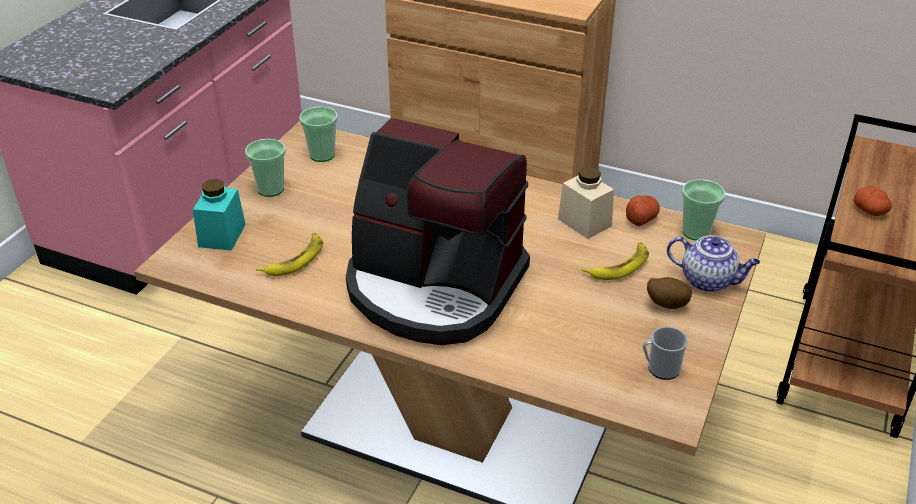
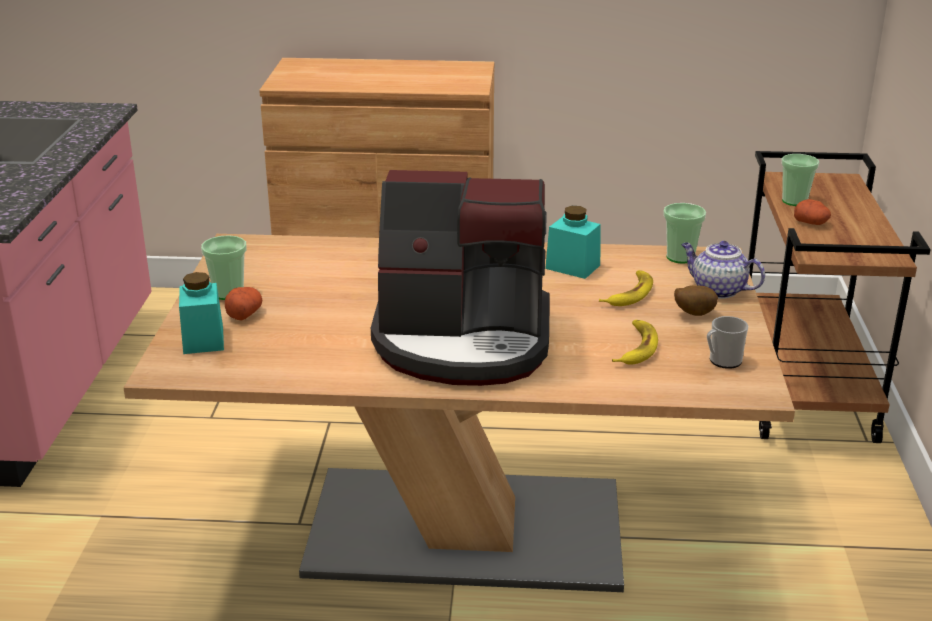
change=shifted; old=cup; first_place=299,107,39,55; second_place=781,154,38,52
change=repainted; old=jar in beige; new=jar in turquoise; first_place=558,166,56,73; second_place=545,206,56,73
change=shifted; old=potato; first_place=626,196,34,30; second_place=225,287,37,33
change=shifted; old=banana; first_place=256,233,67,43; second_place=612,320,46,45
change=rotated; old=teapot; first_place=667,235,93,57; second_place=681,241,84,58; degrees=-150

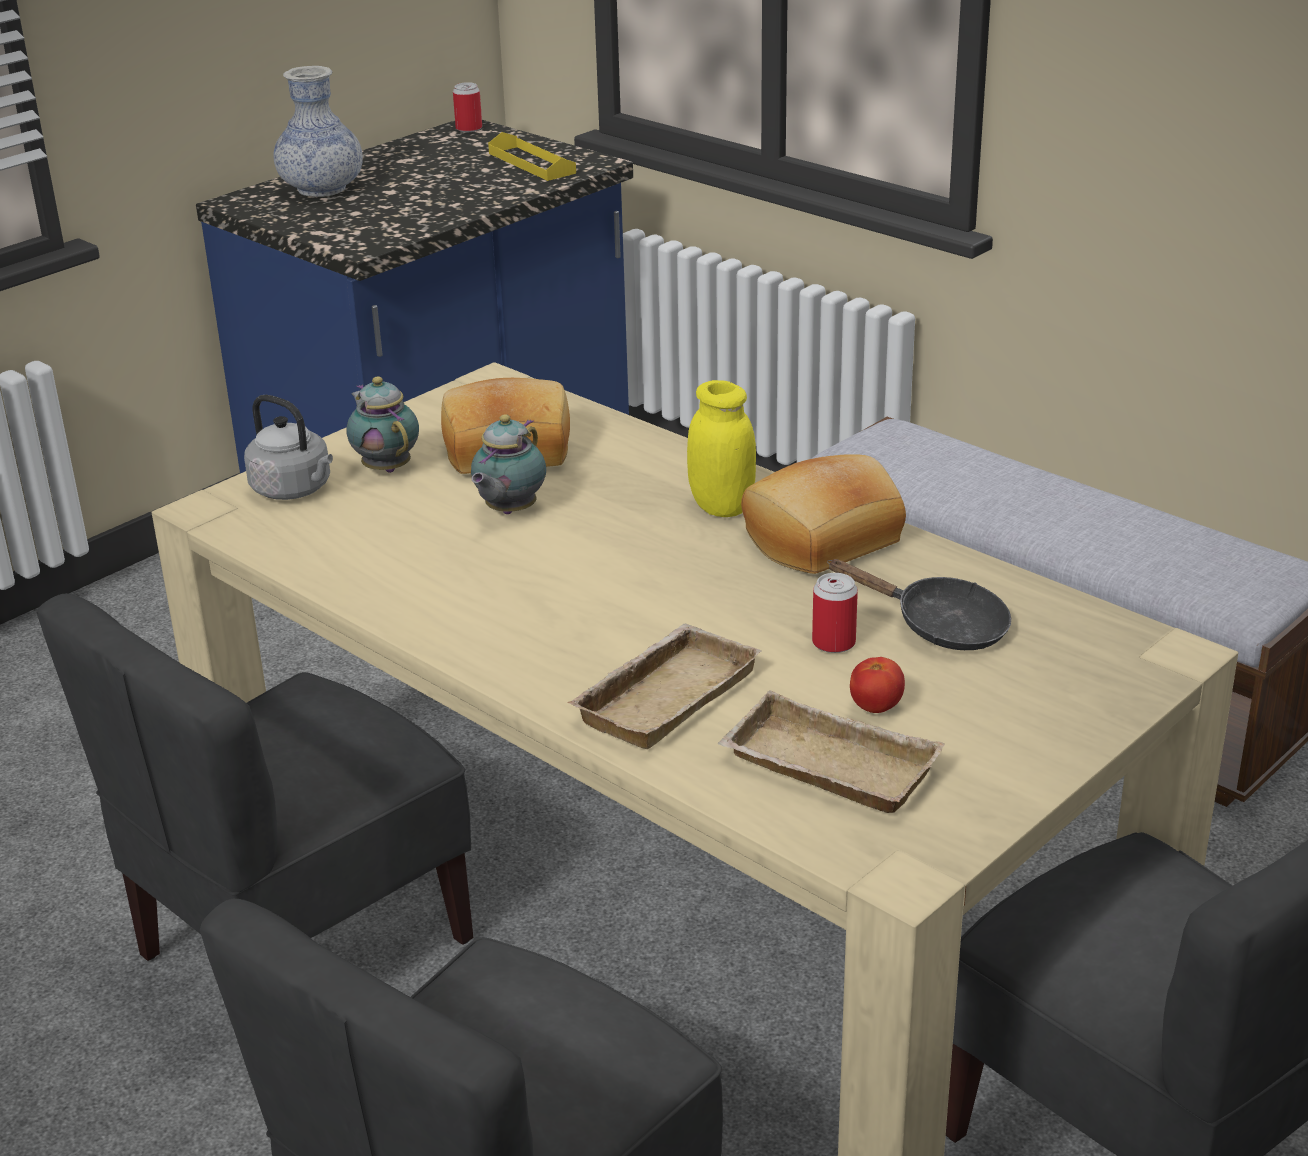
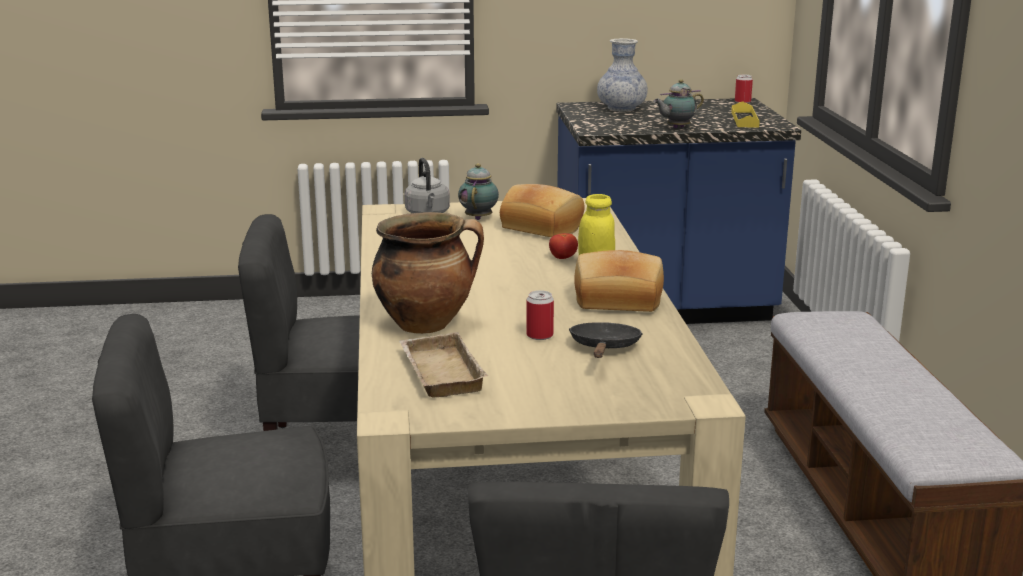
change=shifted; old=teapot; first_place=471,414,75,100; second_place=654,79,50,49
change=rotated; old=frying pan in black; first_place=827,559,184,91; second_place=569,322,74,36; degrees=-150
change=swapped; old=tray in beige; new=cooking pot; first_place=567,623,194,126; second_place=372,212,112,122
change=shifted; old=tomato; first_place=850,657,55,56; second_place=549,233,29,26

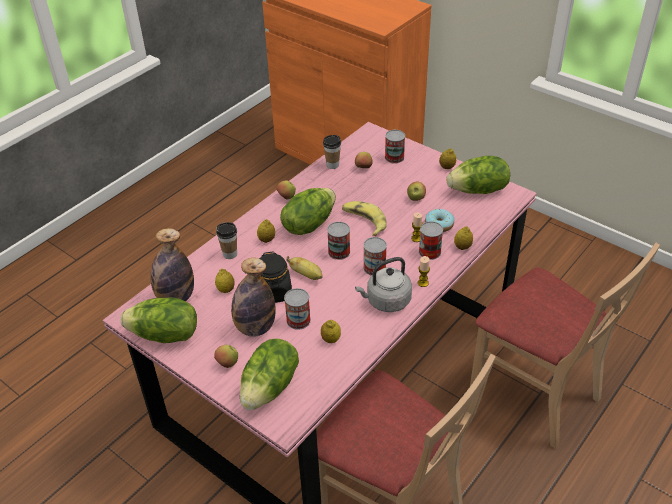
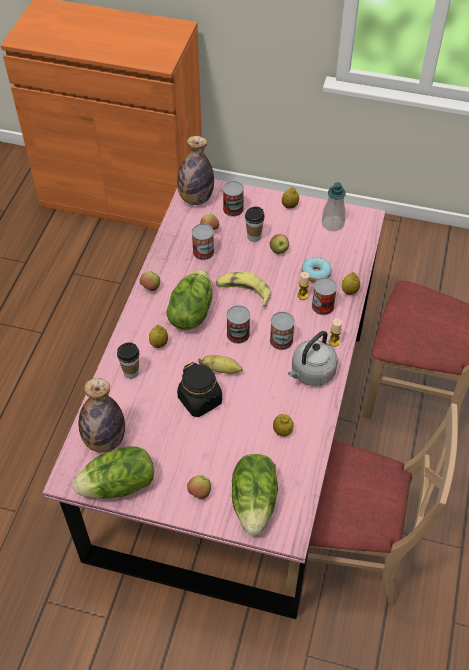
change=shifted; old=cup; first_place=323,135,18,34; second_place=245,207,20,35
change=swapped; old=lettuce; new=soap dispenser; first_place=447,156,63,38; second_place=322,182,24,49
change=shifted; old=bottle; first_place=231,258,45,79; second_place=177,136,37,69
change=gone; old=lemon; first_place=215,269,20,24
change=shifted; old=can; first_place=284,288,27,42; second_place=192,224,22,36

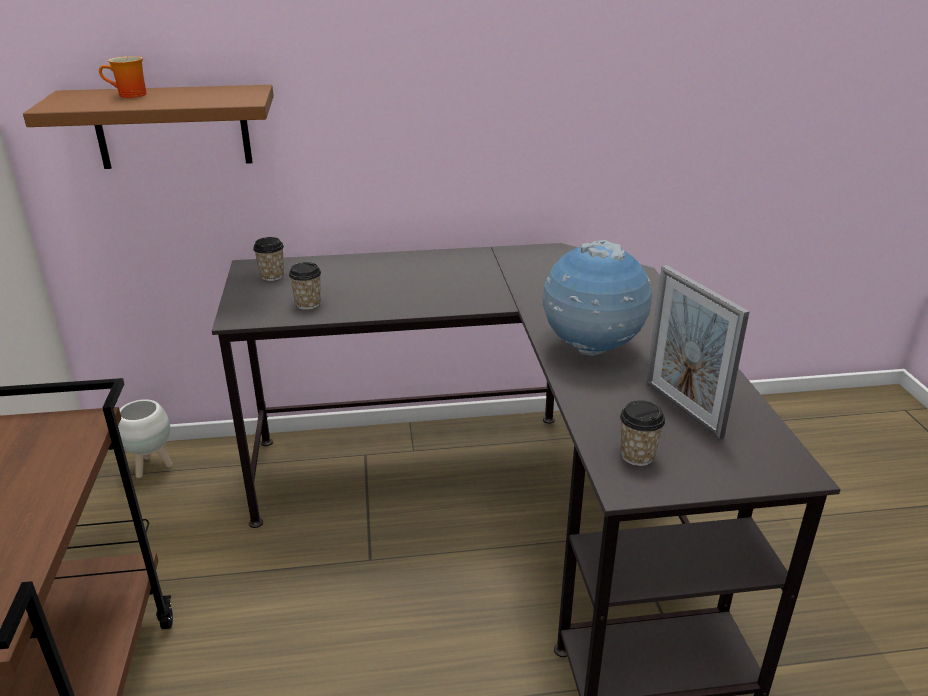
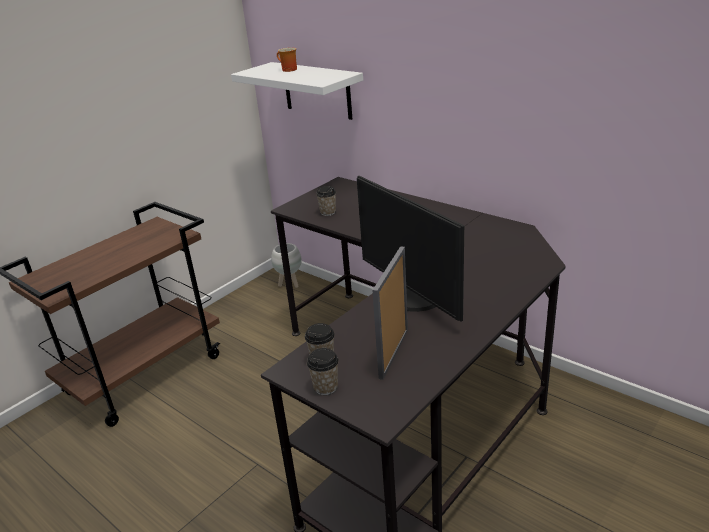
change=repainted; old=shelf in brown; new=shelf in white; first_place=23,85,251,84; second_place=231,62,132,58
change=shifted; old=cup; first_place=253,237,31,44; second_place=307,348,32,47
change=swapped; old=globe; new=monitor; first_place=543,240,109,116; second_place=357,176,107,146

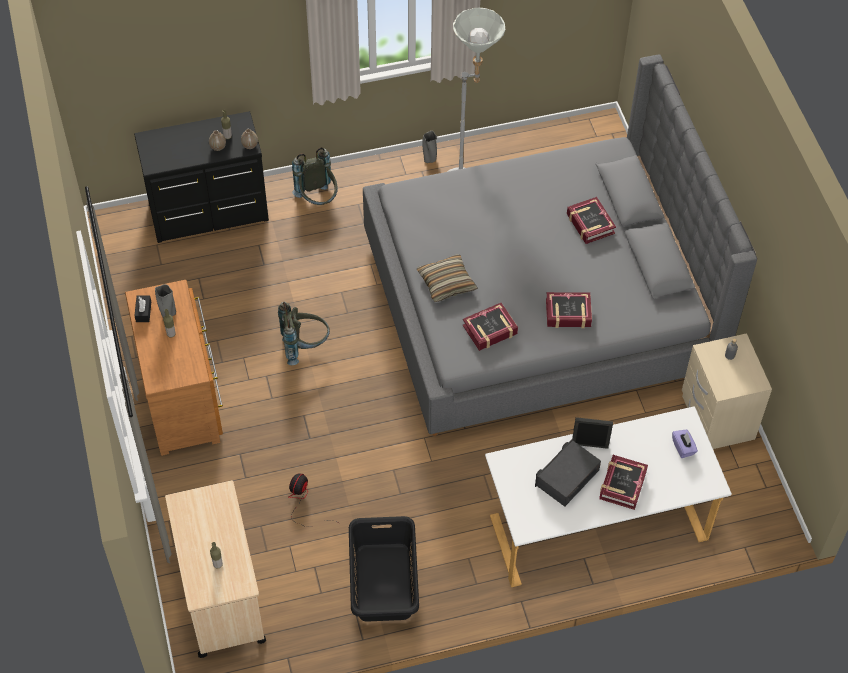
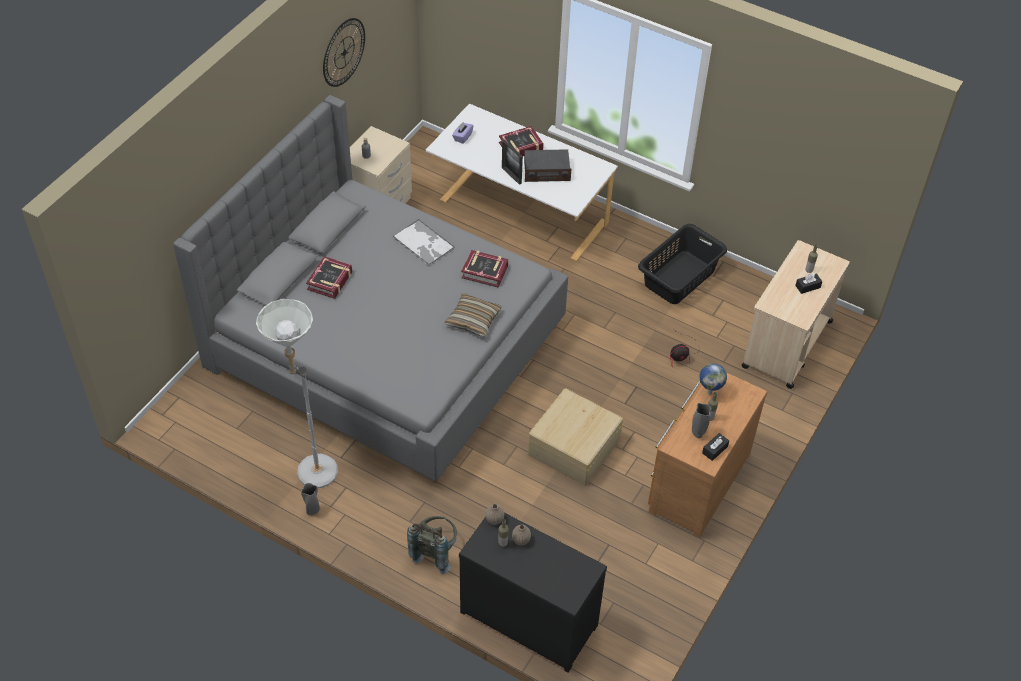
change=swapped; old=book; new=tray; first_place=546,292,46,36; second_place=393,219,62,47
change=swapped; old=backpack in grey; new=storage box in beige; first_place=278,302,52,63; second_place=528,388,95,98
change=new; new=wall clock; second_place=323,18,42,69
change=new; new=tissue box in black; second_place=795,273,27,21
change=new; new=globe; second_place=699,363,28,32

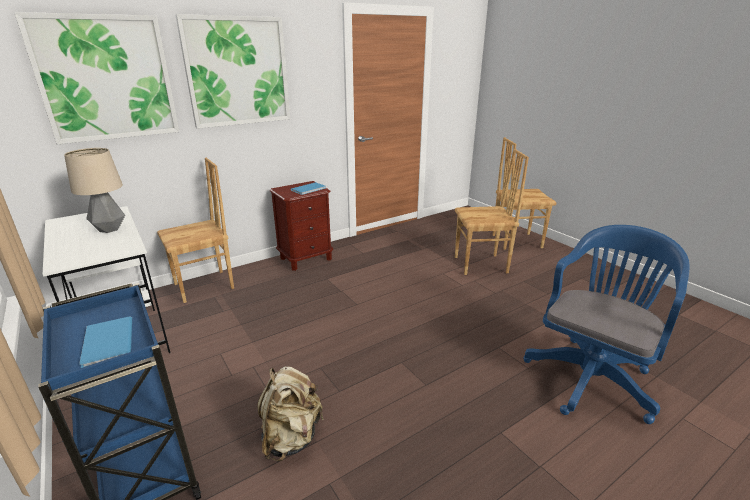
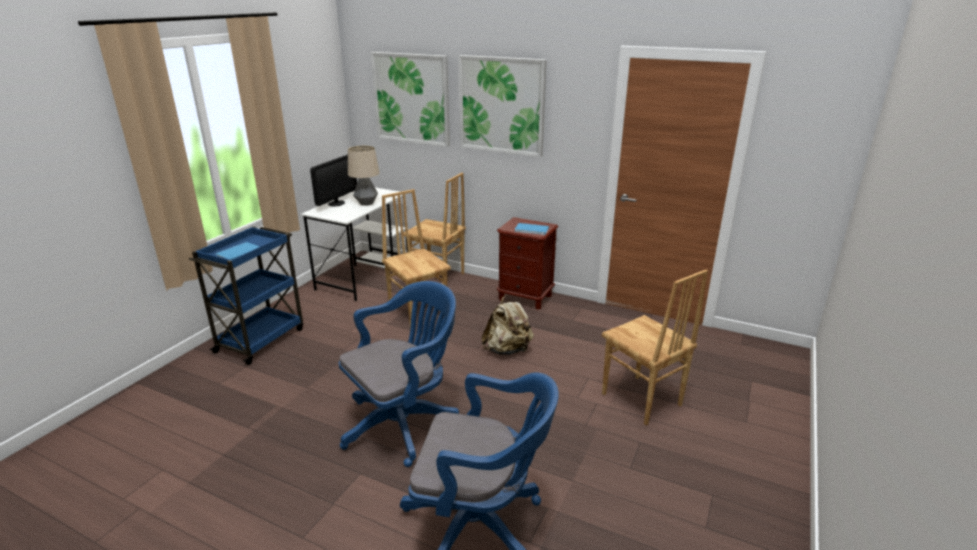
change=shifted; old=chair in brown; first_place=492,137,64,113; second_place=382,189,69,140
change=shifted; old=backpack in beige; first_place=257,366,67,96; second_place=481,295,53,60
change=new; new=monitor; second_place=310,154,47,53
change=new; new=office chair in blue; second_place=339,281,120,186

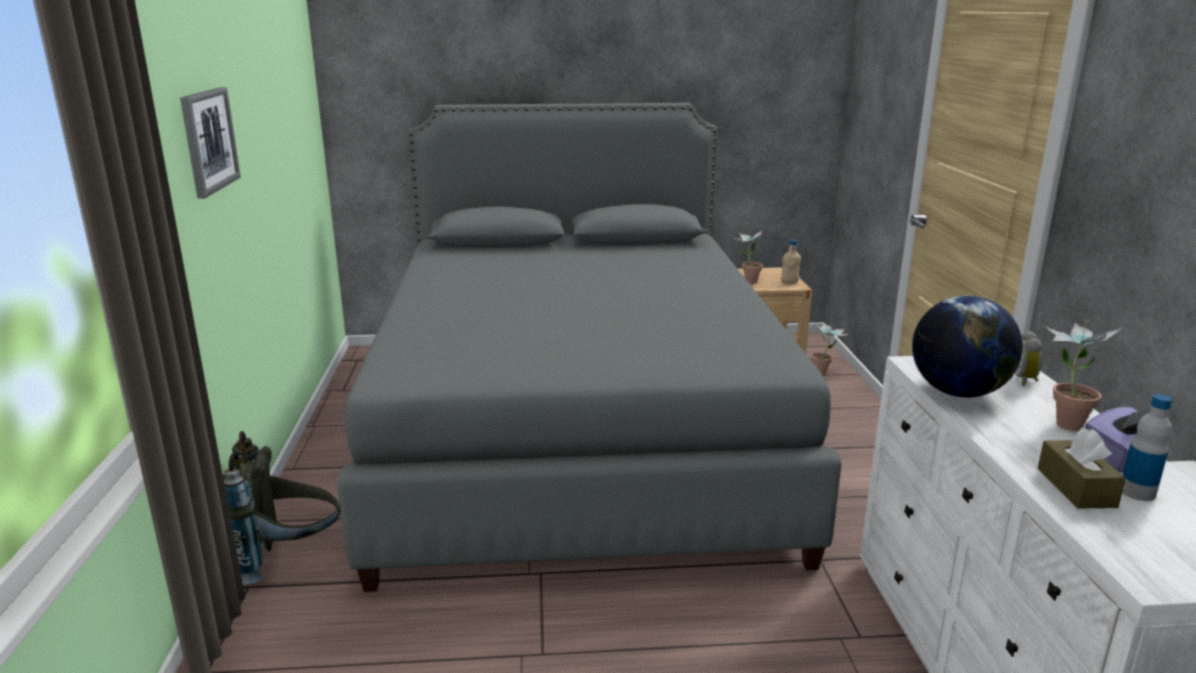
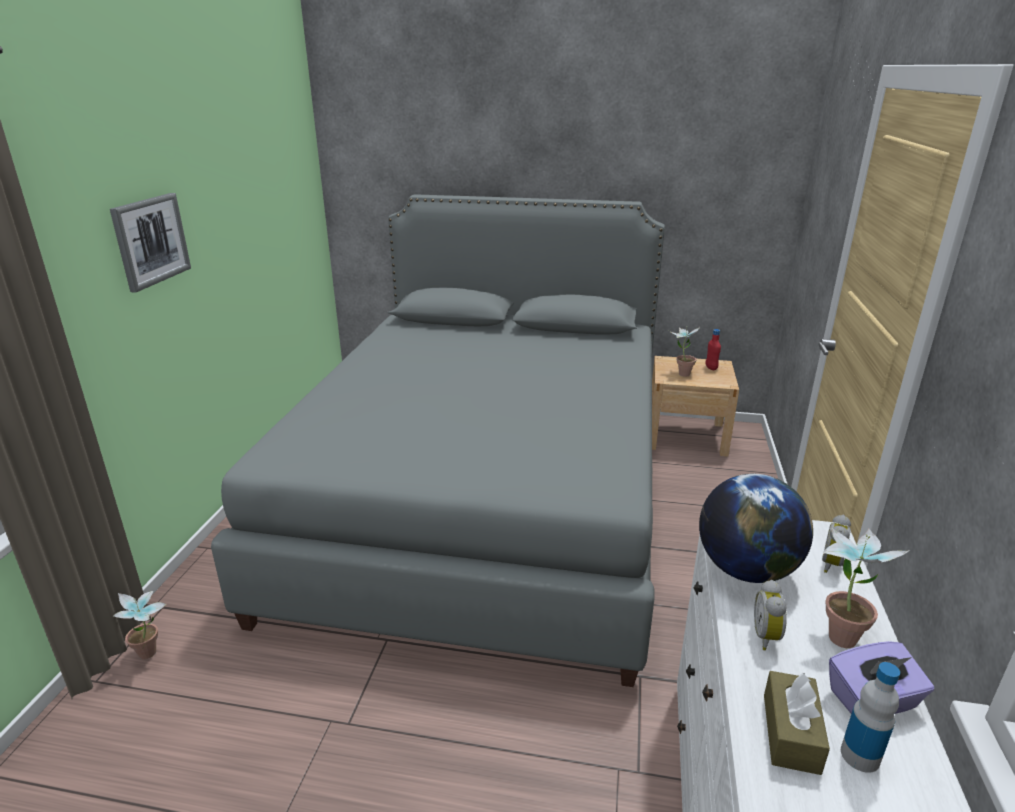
change=gone; old=bottle in beige; first_place=781,239,20,45
change=shifted; old=potted plant; first_place=811,324,37,52; second_place=114,591,52,68
change=gone; old=backpack in grey; first_place=223,431,118,153
change=new; new=bottle in red; second_place=706,329,15,41
change=new; new=alarm clock; second_place=754,580,33,71

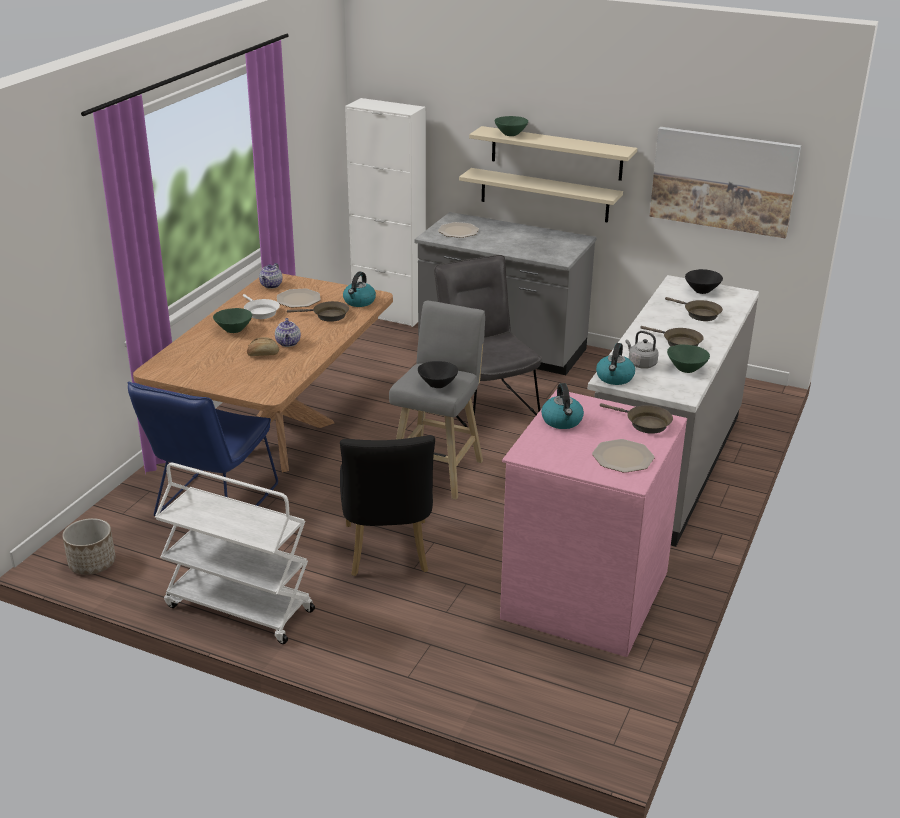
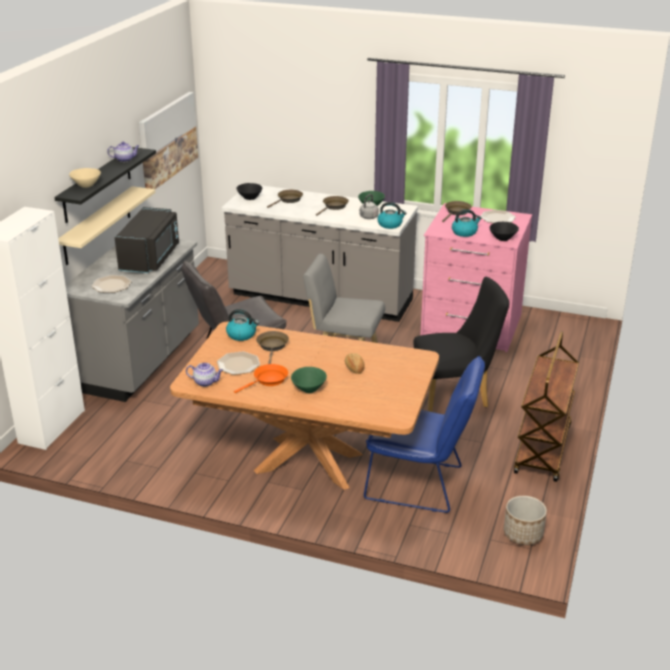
change=repainted; old=bowl in green; new=bowl in beige; first_place=495,116,33,20; second_place=69,168,32,20
change=repainted; old=shelf in beige; new=shelf in black; first_place=469,126,168,55; second_place=54,147,102,76
change=repainted; old=frying pan in white; new=frying pan in orange; first_place=243,294,37,25; second_place=234,364,54,29
change=shifted; old=teapot; first_place=275,318,26,29; second_place=107,142,33,20
change=shifted; old=bowl in black; first_place=418,361,40,27; second_place=490,222,29,19
change=repainted; old=cart in white; new=cart in brown; first_place=155,463,160,181; second_place=514,331,65,151
change=new; new=microwave in black; second_place=115,207,64,66

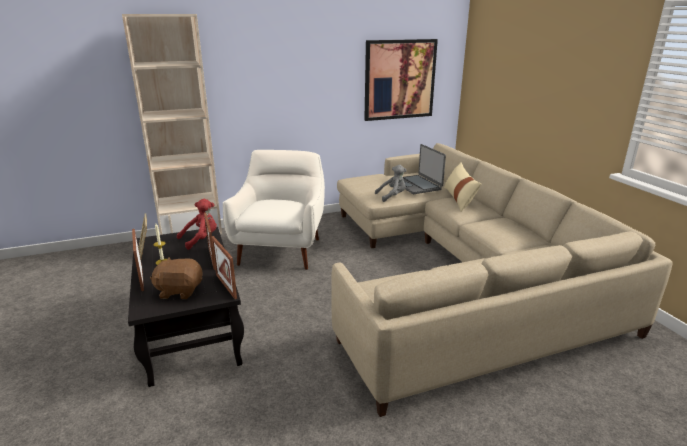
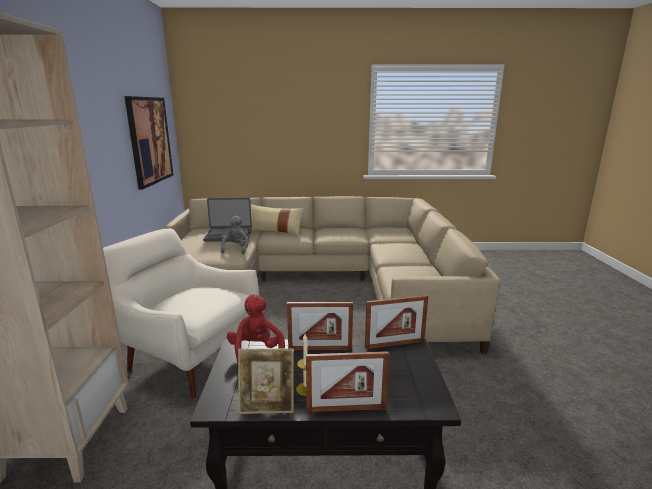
change=gone; old=plush toy in brown; first_place=150,257,53,42

